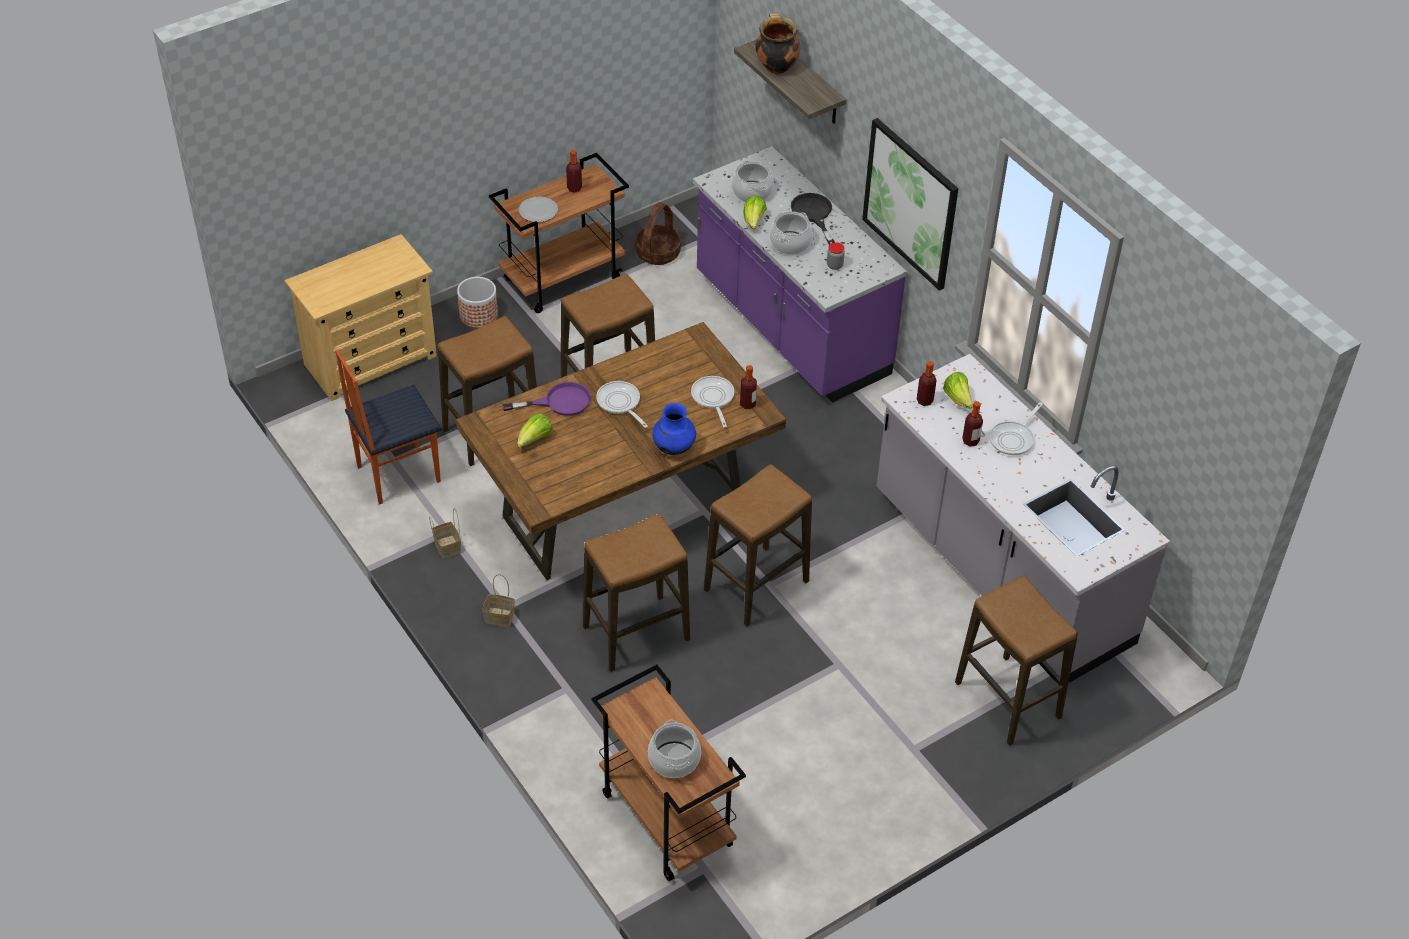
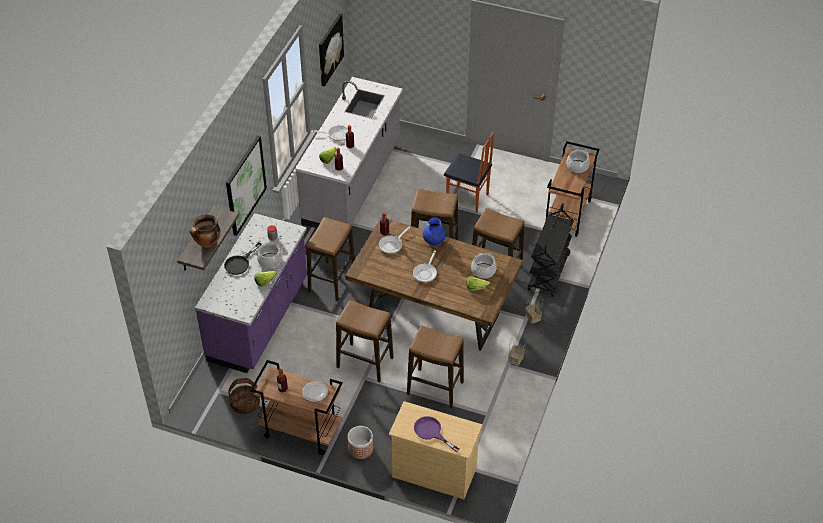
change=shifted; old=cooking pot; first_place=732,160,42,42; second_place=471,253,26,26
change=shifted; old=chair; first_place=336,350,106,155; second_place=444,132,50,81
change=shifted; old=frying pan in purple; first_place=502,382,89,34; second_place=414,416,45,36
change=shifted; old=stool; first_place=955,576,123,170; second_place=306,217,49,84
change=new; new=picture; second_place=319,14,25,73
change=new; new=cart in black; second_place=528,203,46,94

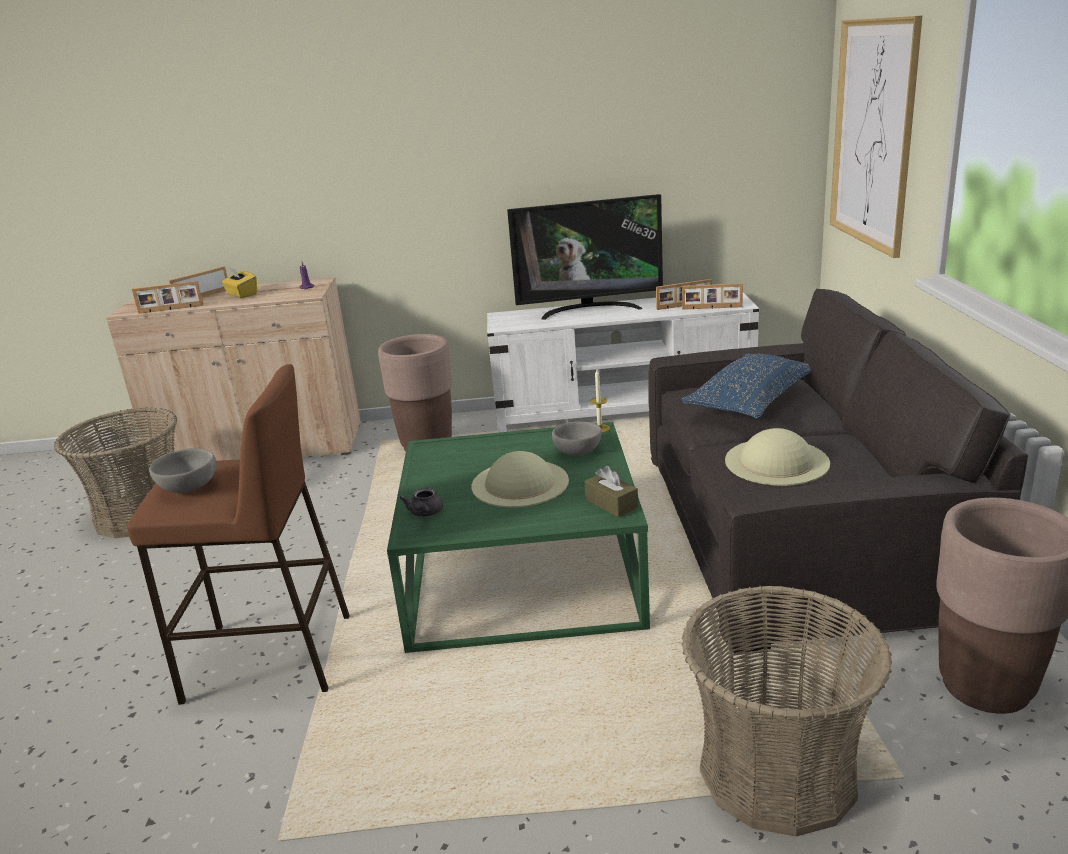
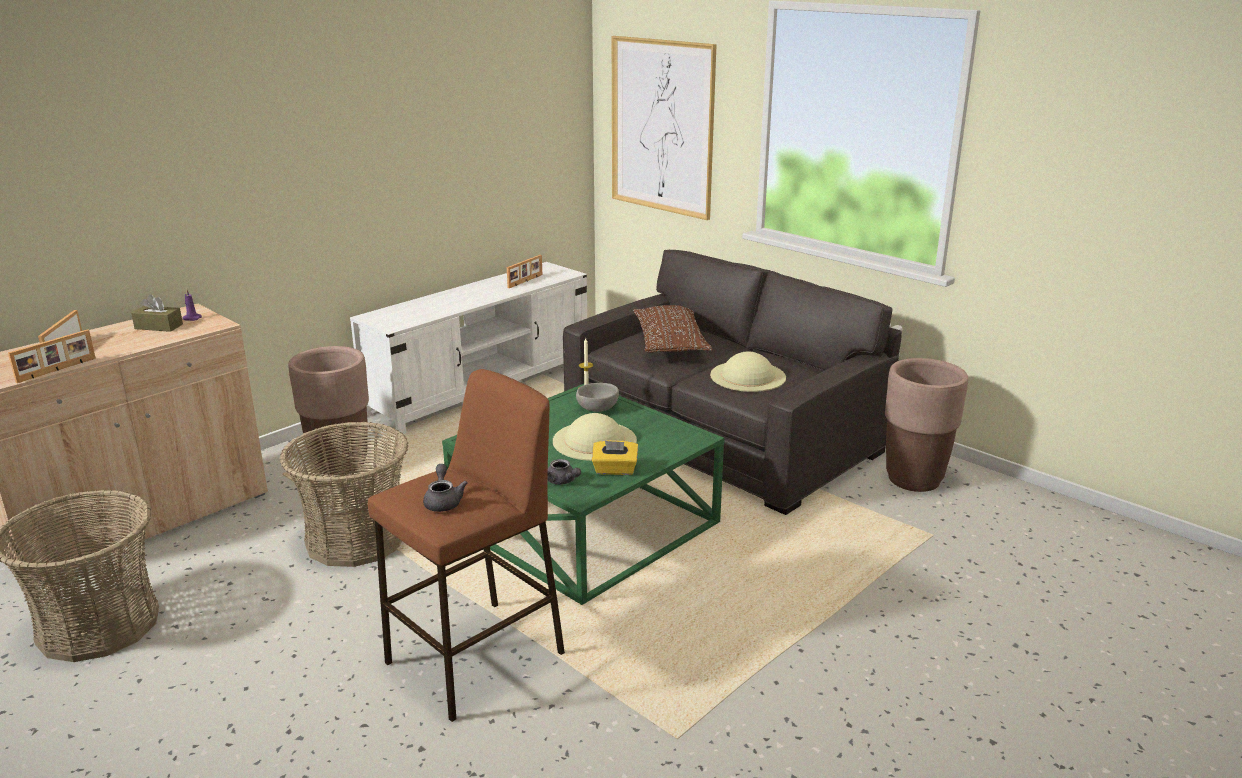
change=gone; old=television; first_place=507,194,156,126
change=shifted; old=tissue box in yellow; first_place=221,267,36,32; second_place=592,440,46,35
change=gone; old=picture frame; first_place=682,283,61,27
change=repainted; old=pillow in blue; new=pillow in brown; first_place=681,353,130,66; second_place=633,305,79,48
change=swapped; old=bowl in grey; new=teapot in grey; first_place=149,448,68,45; second_place=423,464,45,48
change=shifted; old=tissue box in brown; first_place=585,466,53,51; second_place=131,294,52,38
change=shifted; old=basket; first_place=681,585,211,251; second_place=280,422,128,145

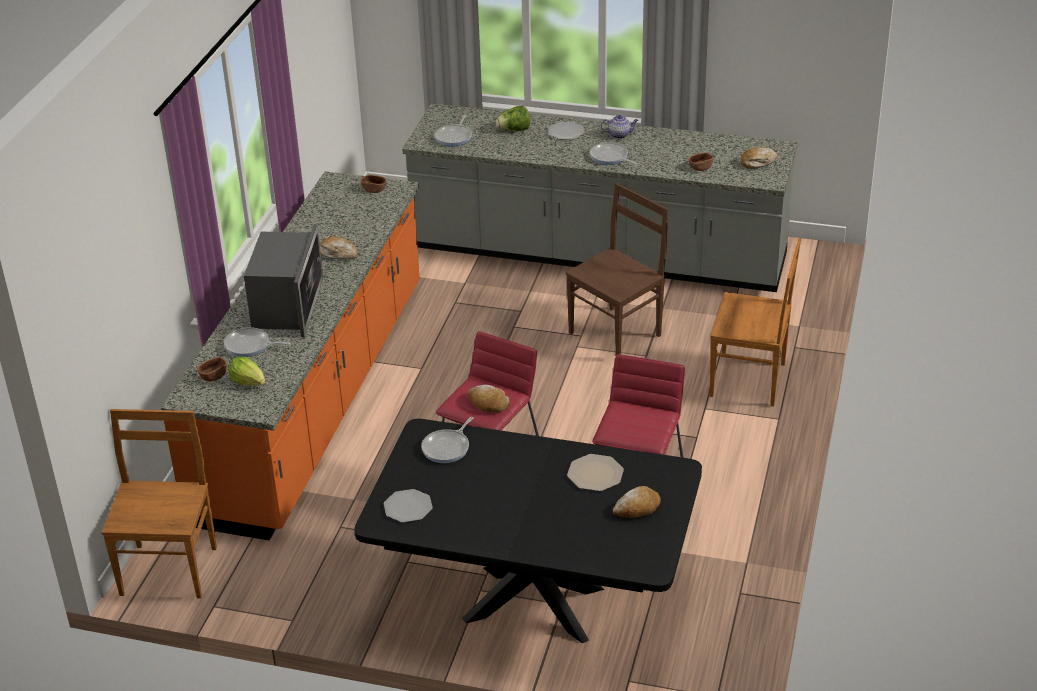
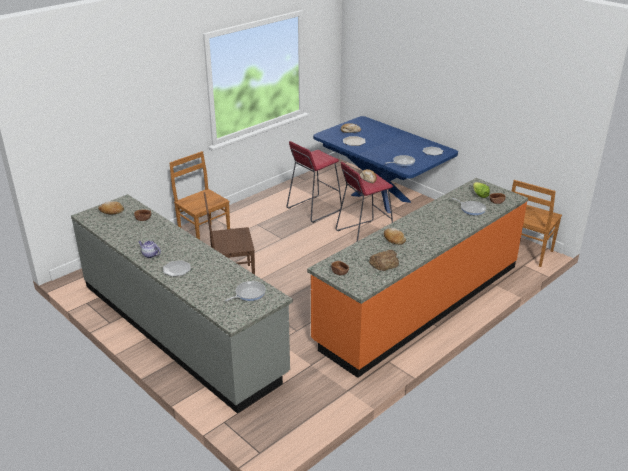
change=gone; old=lettuce; first_place=495,106,35,25
change=gone; old=frying pan; first_place=590,142,48,23
change=gone; old=microwave; first_place=244,224,80,113
change=repainted; old=dining table in black; new=dining table in blue; first_place=354,419,348,224; second_place=313,116,145,97
change=new; new=bread; second_place=369,250,30,21

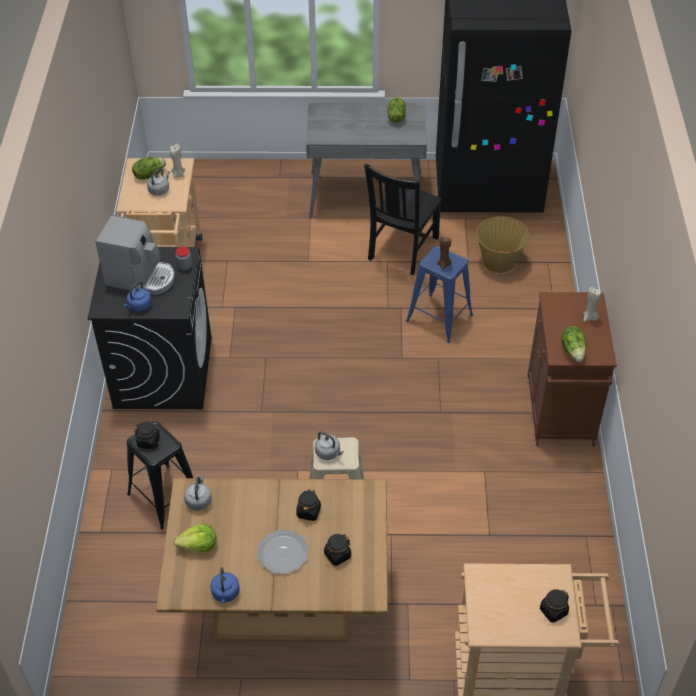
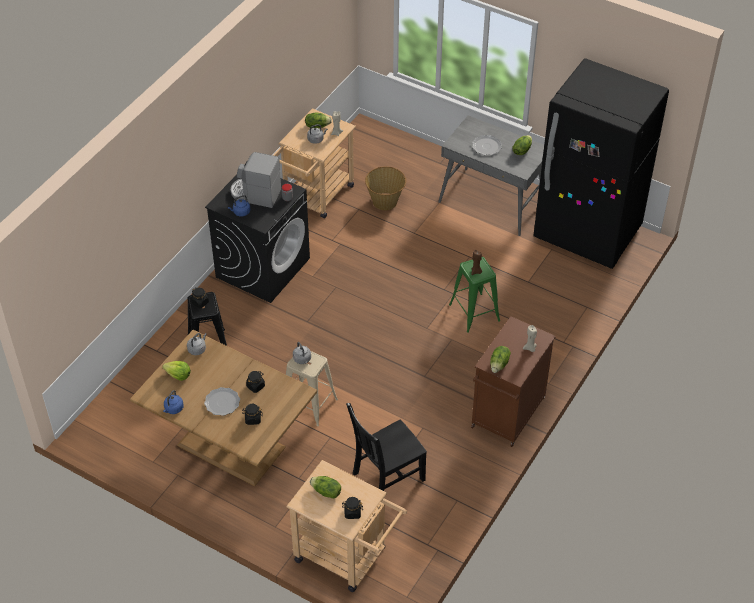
change=shifted; old=chair in black; first_place=364,164,77,111; second_place=346,403,81,88
change=rotated; old=coffee machine; first_place=96,215,79,80; second_place=231,152,50,56; degrees=150
change=shifted; old=basket; first_place=476,216,54,57; second_place=365,166,41,44
change=repainted; old=stool in blue; new=stool in green; first_place=406,246,67,97; second_place=449,257,51,76
change=new; new=plate; second_place=472,135,30,20
change=new; new=lettuce; second_place=310,476,31,23

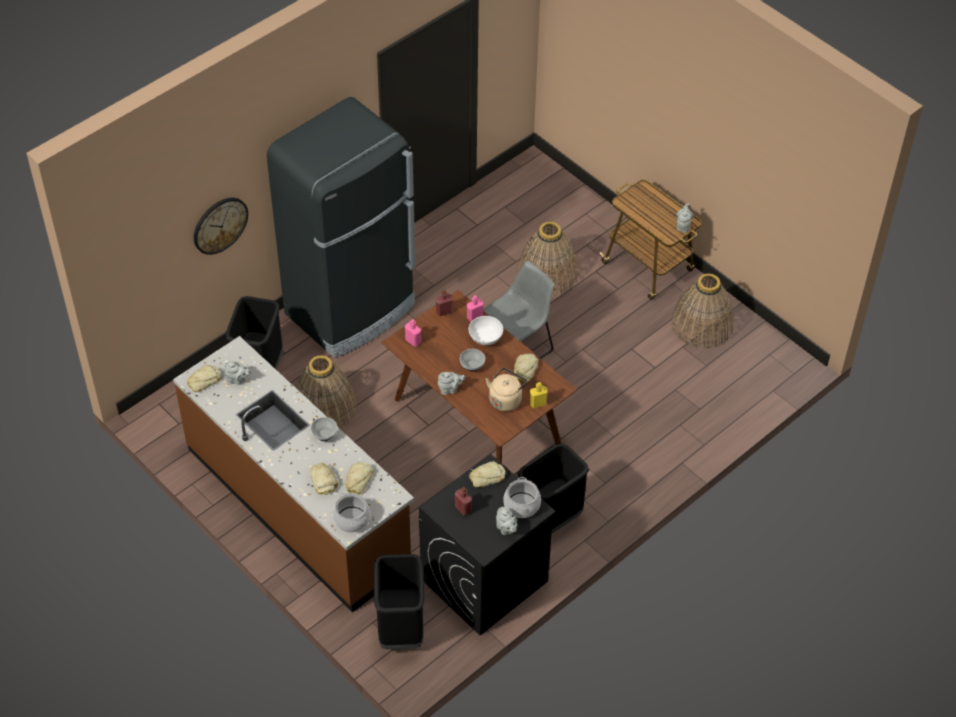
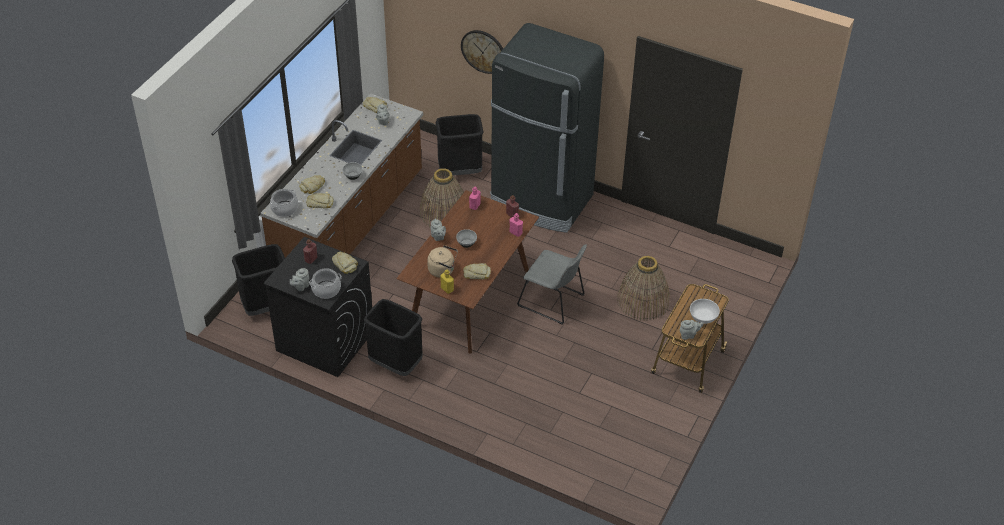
change=gone; old=basket; first_place=672,273,61,76
change=shifted; old=bowl in white; first_place=469,316,34,29; second_place=690,299,30,25

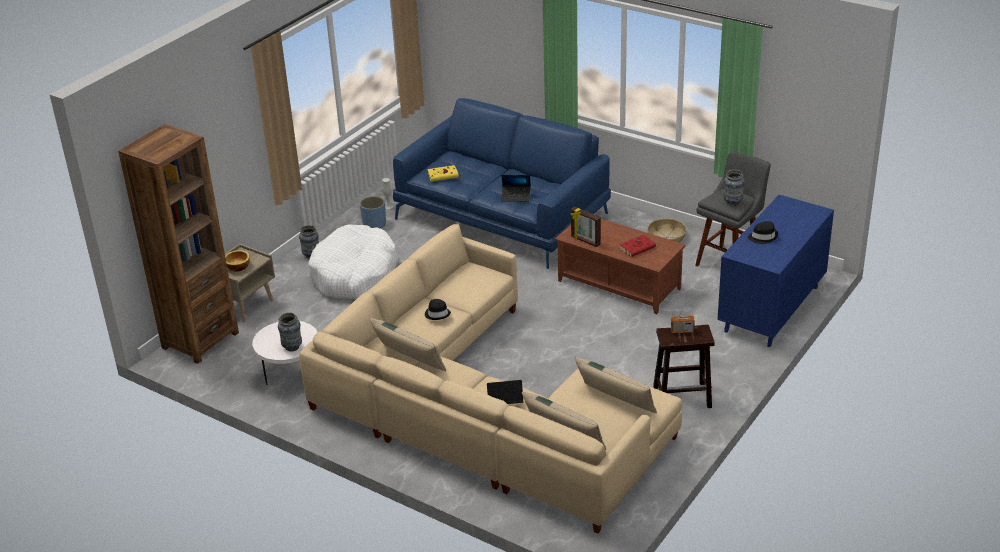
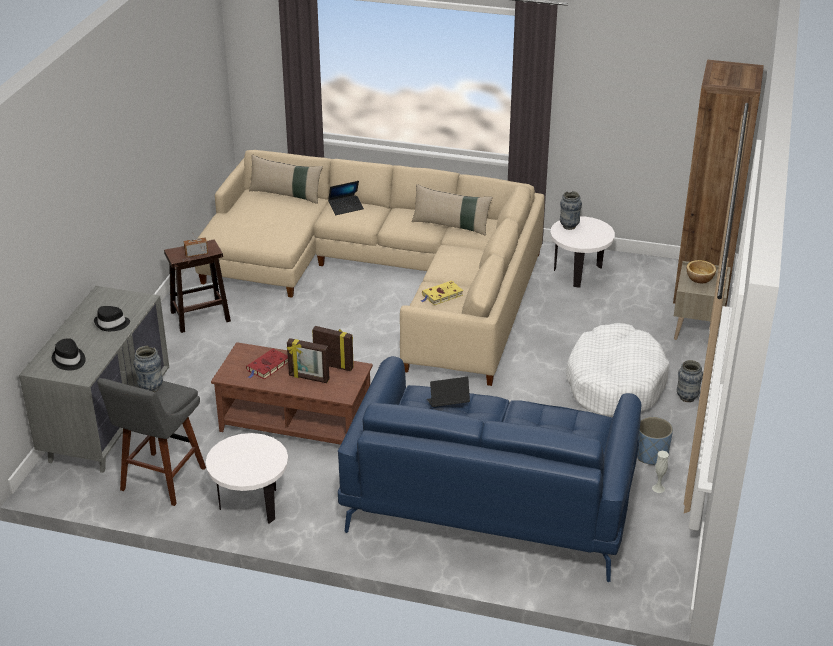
change=shifted; old=book in yellow; first_place=427,165,35,17; second_place=421,281,42,24
change=repainted; old=dresser in blue; new=dresser in grey; first_place=717,195,117,152; second_place=19,286,150,187
change=swapped; old=basket; new=side table in white; first_place=647,218,39,25; second_place=205,433,83,91
change=shifted; old=hat in black; first_place=425,299,26,21; second_place=52,338,34,32
change=gone; old=pillow in beige; first_place=575,357,82,56
change=new; new=picture frame; second_place=287,338,42,45

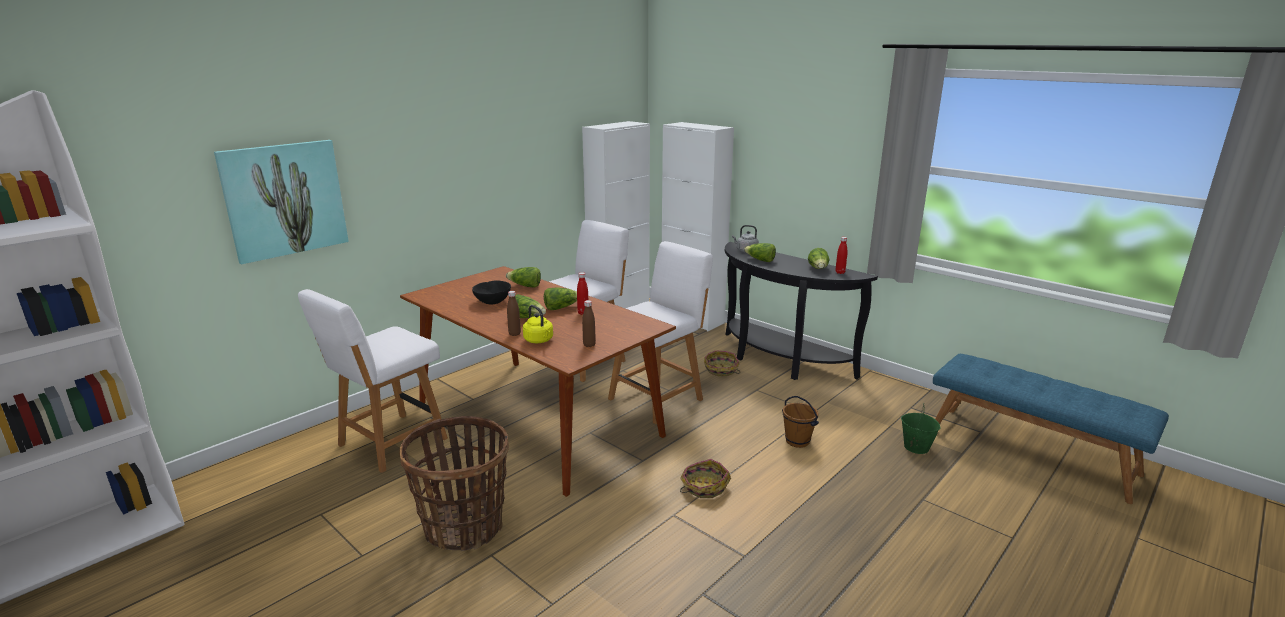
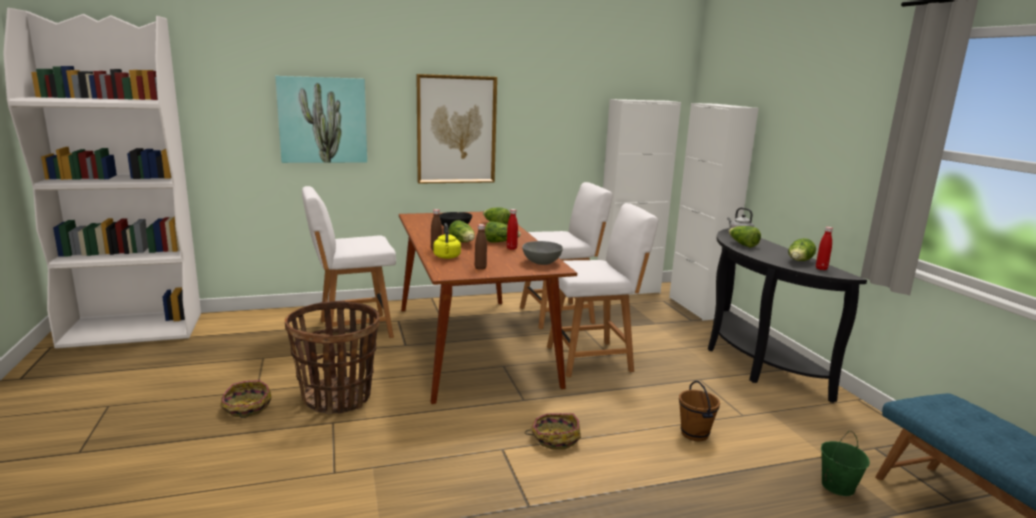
change=shifted; old=basket; first_place=704,350,36,26; second_place=220,380,52,38
change=new; new=picture; second_place=417,74,80,110
change=new; new=bowl in grey; second_place=522,241,41,24

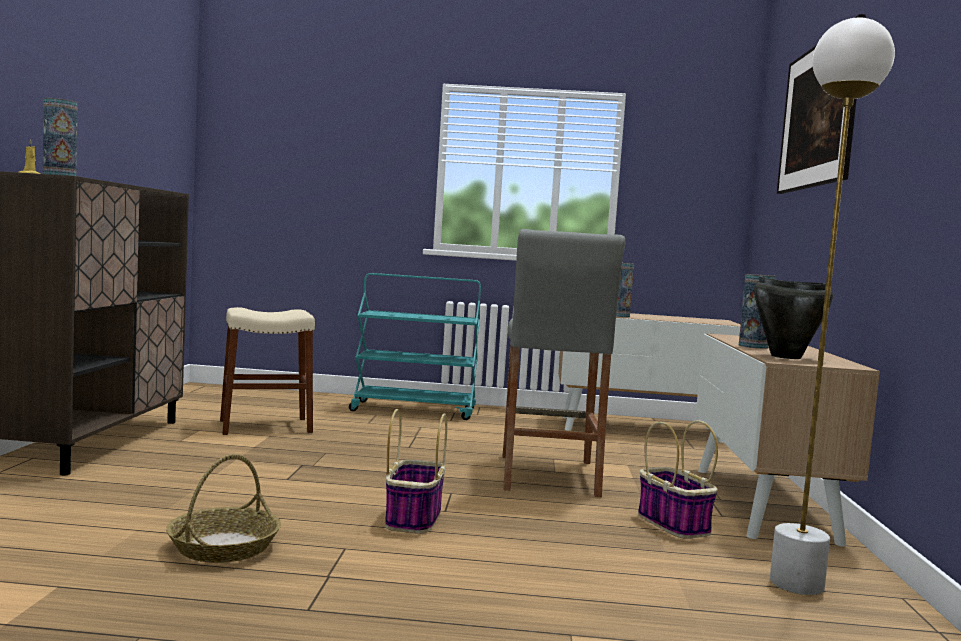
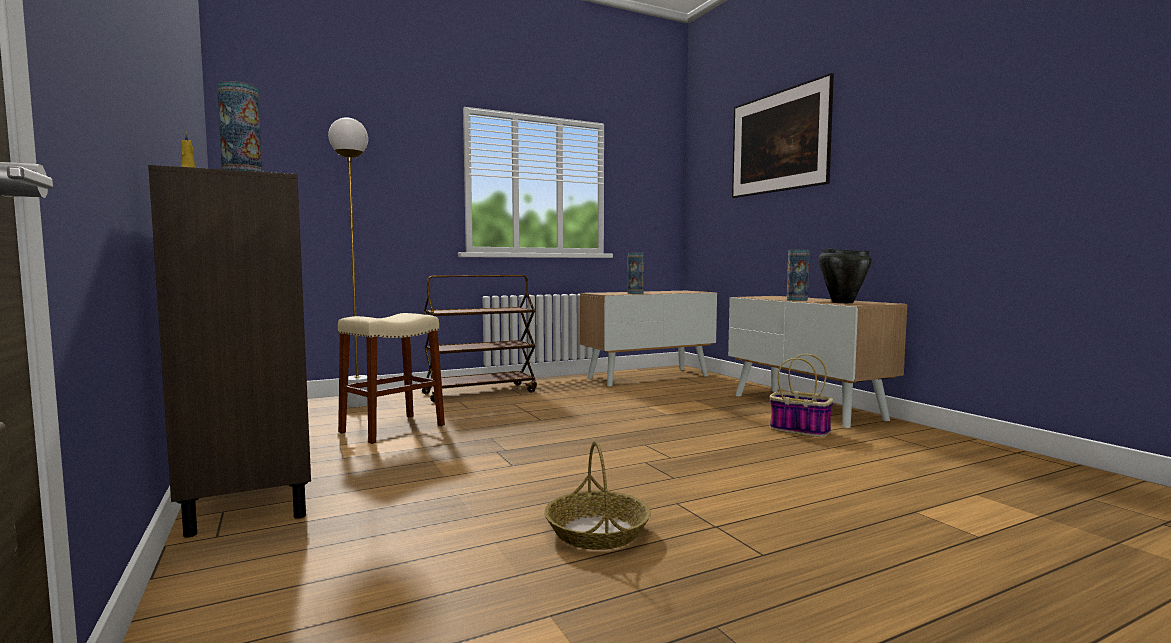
change=shifted; old=floor lamp in white; first_place=770,18,125,577; second_place=328,118,40,290
change=gone; old=stool in grey; first_place=503,229,122,268
change=repainted; old=cart in turquoise; new=cart in brown; first_place=349,273,132,147; second_place=422,275,115,127
change=gone; old=basket; first_place=385,409,62,125

